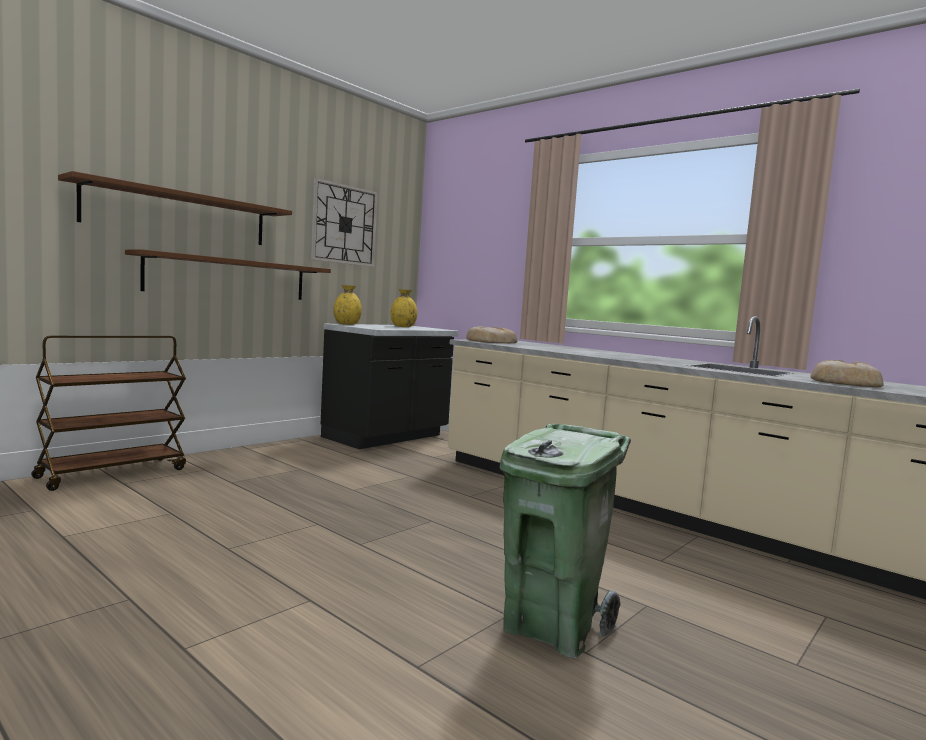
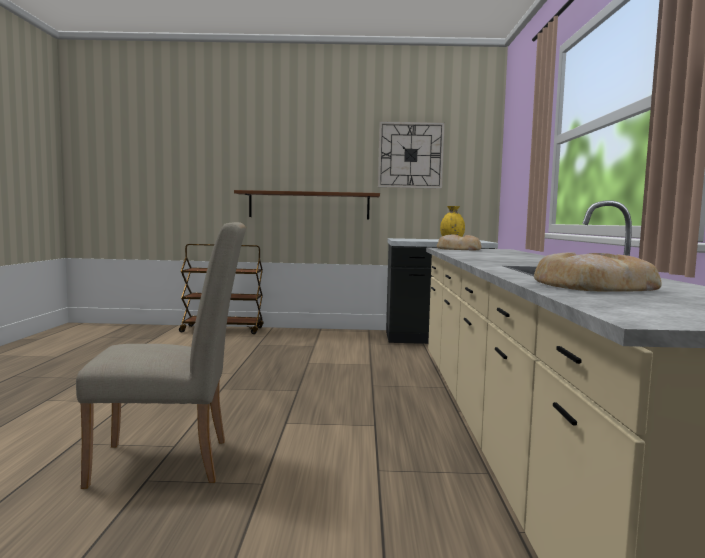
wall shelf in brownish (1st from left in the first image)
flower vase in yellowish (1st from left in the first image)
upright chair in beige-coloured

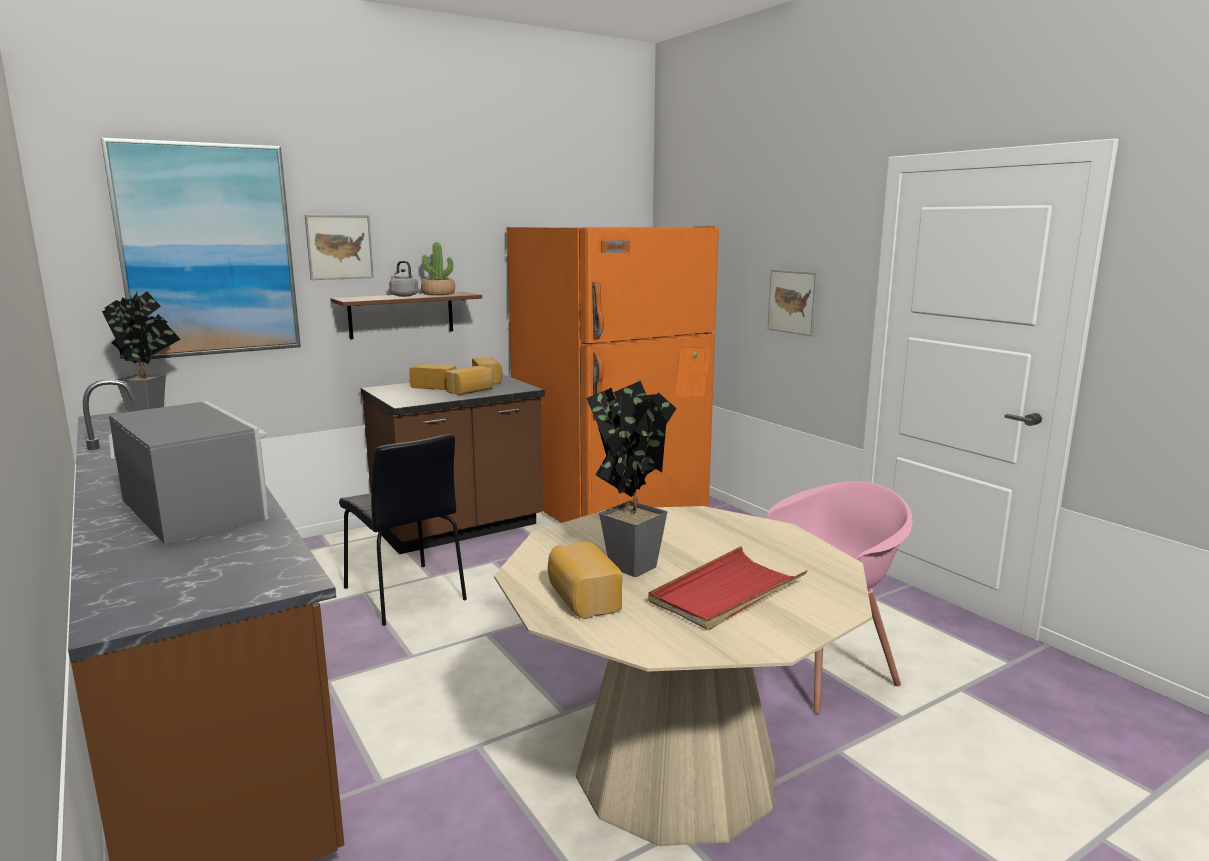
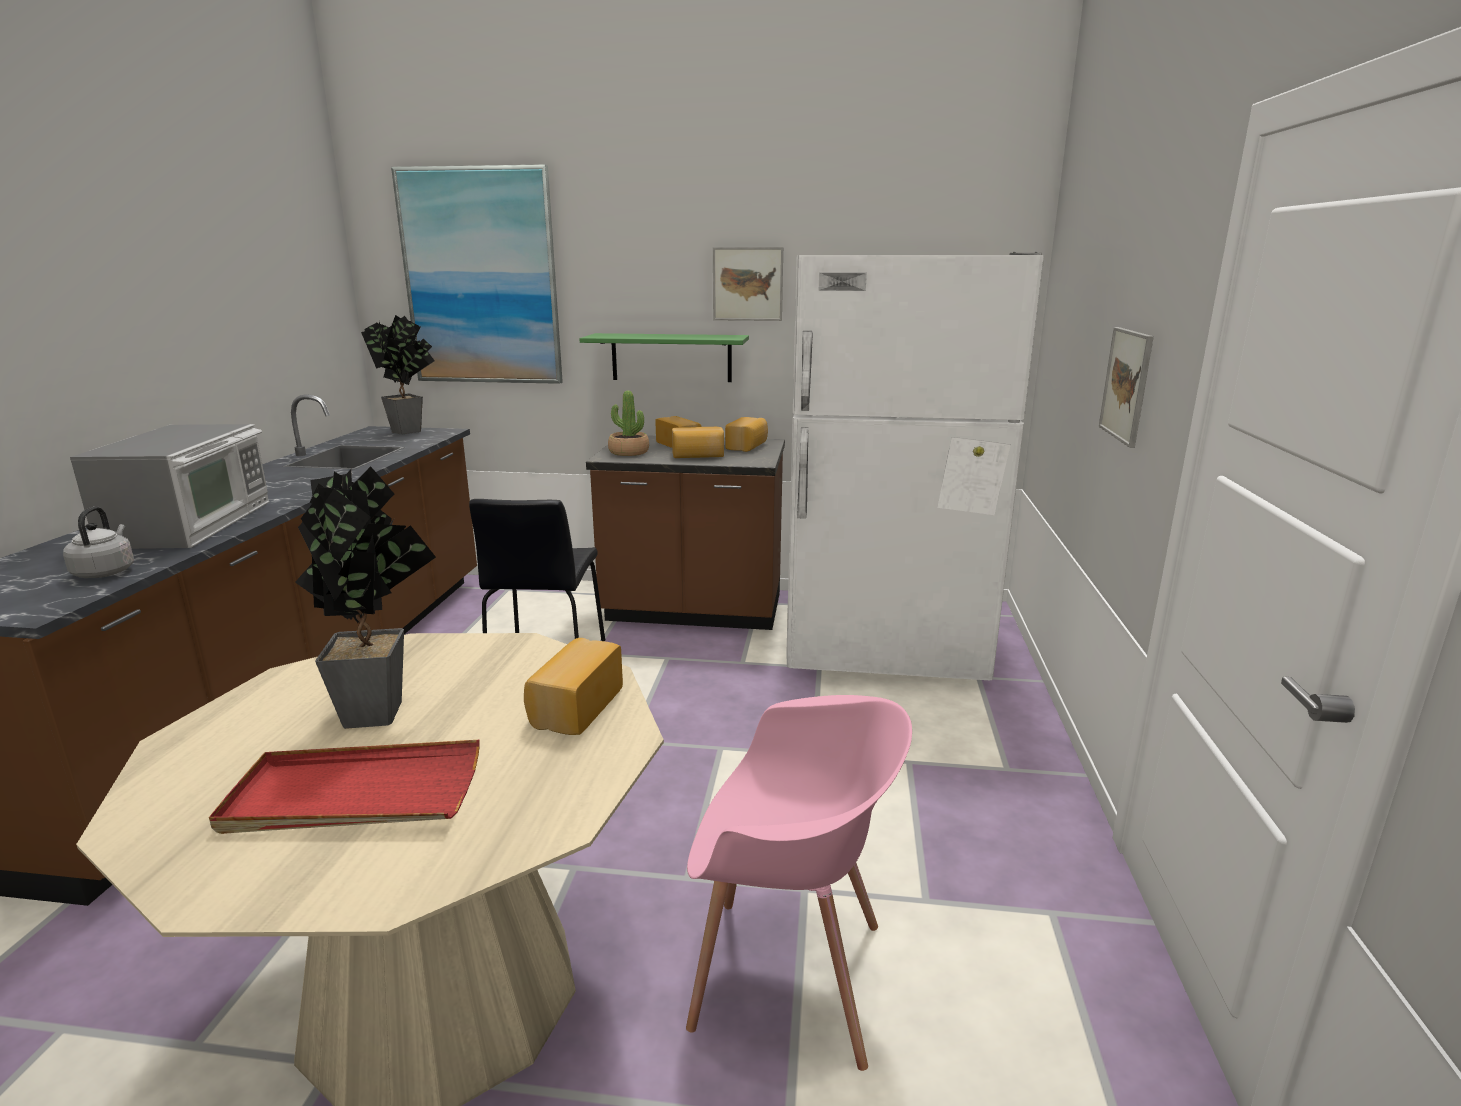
wall art (2nd from left)
wall shelf in green
tea kettle in gray
plant in a pot (3rd from left)
kitchen fridge in white
baked bread (1st from left)

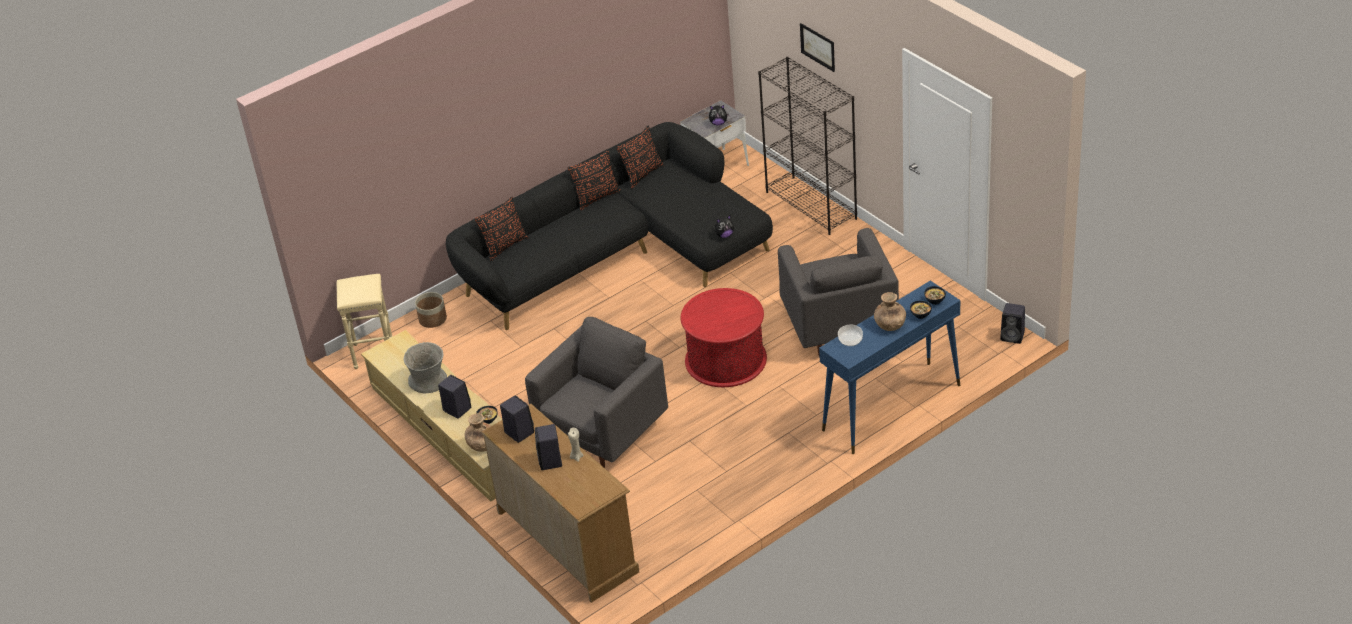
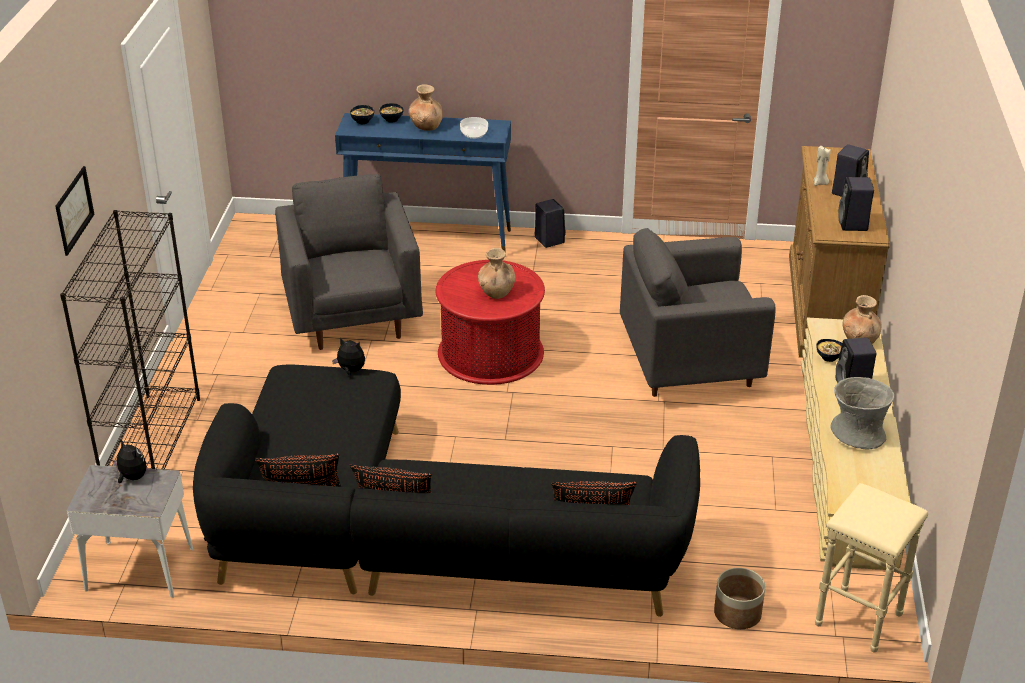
armchair in gray (1st from left)
audio speaker in blackish (1st from left)
flower vase in brownish (2nd from left)

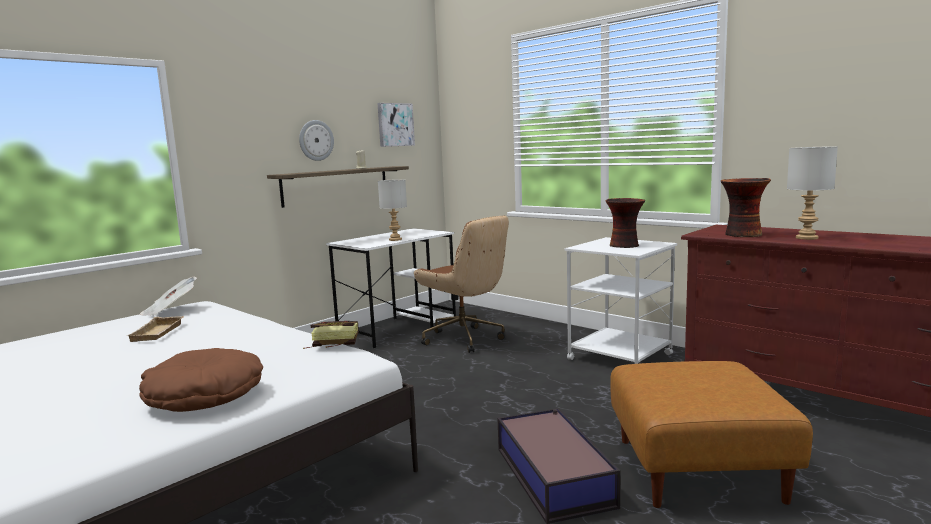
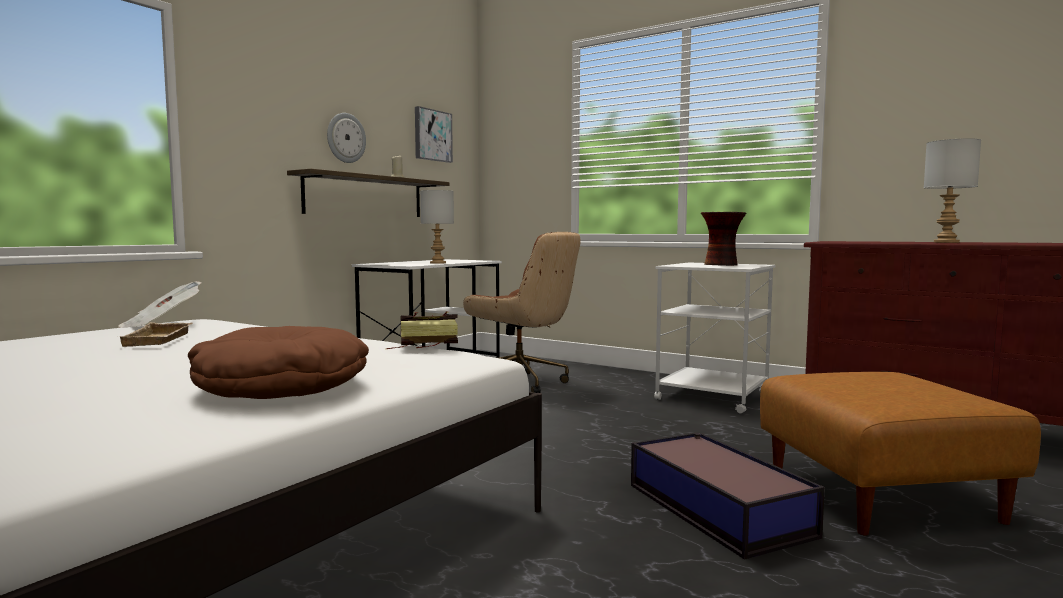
flower vase (2nd from left in the first image)

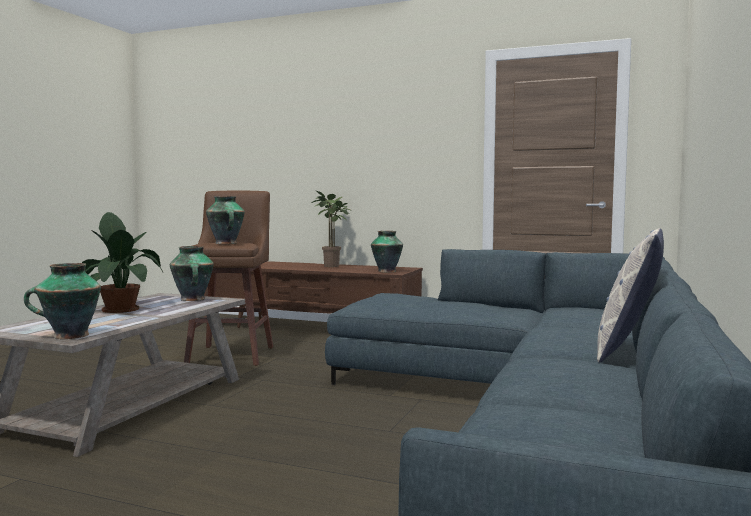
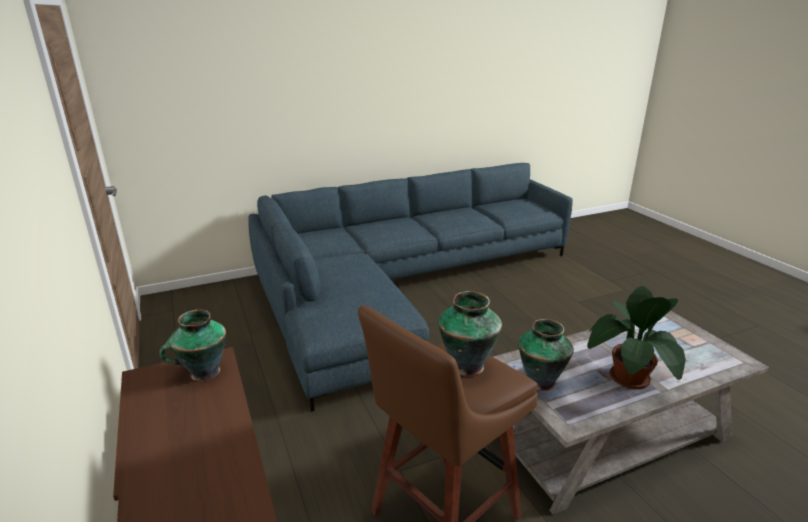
flower vase (1st from left in the first image)
plant in a pot (2nd from left in the first image)
throw pillow

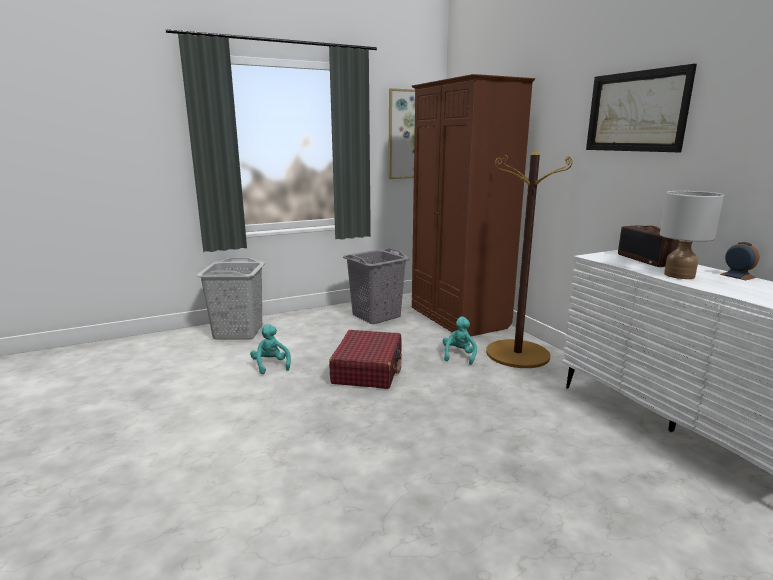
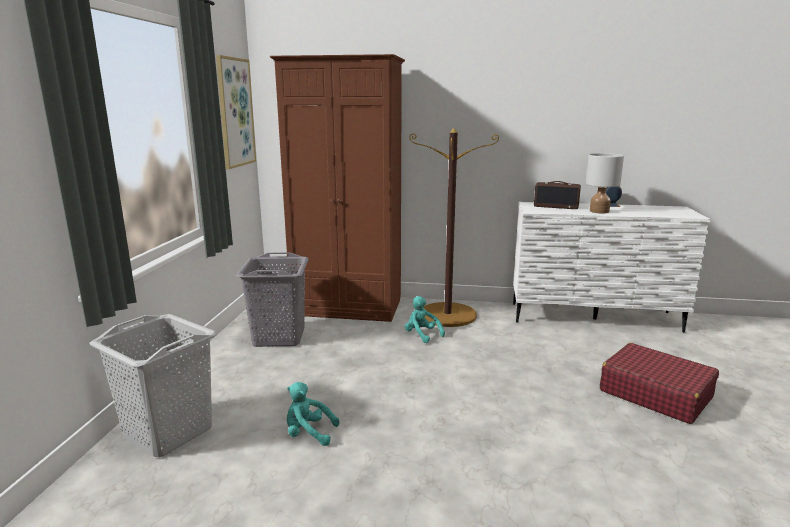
suitcase in red
wall art (2nd from left in the first image)

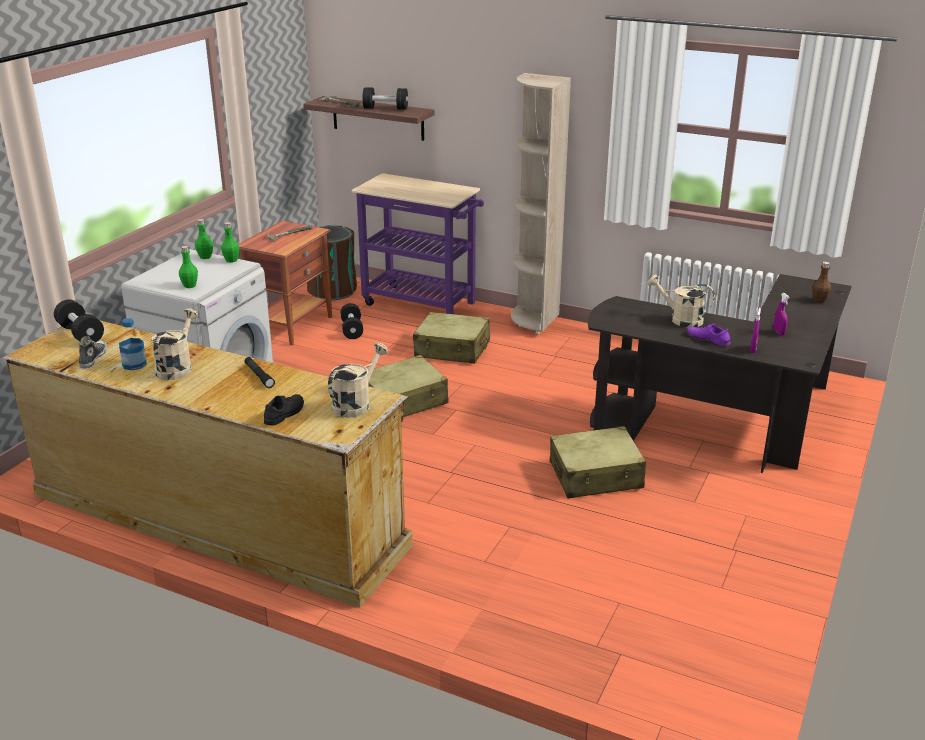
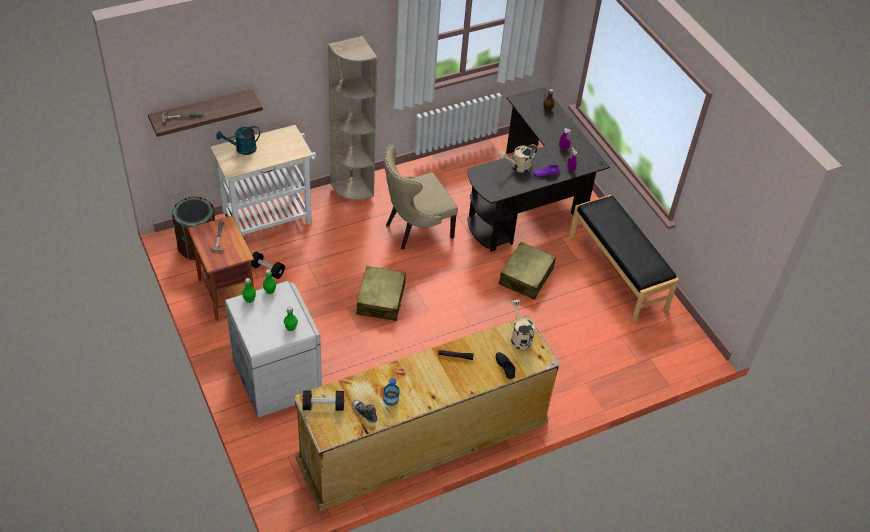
watering pot in beige-coloured (1st from left in the first image)
wheeled cart in white
dumbbell in blackish (3rd from left in the first image)
suitcase in beige-coloured (2nd from left in the first image)
watering pot in turquoise-coloured
upright chair in beige-coloured
long seat in blackish

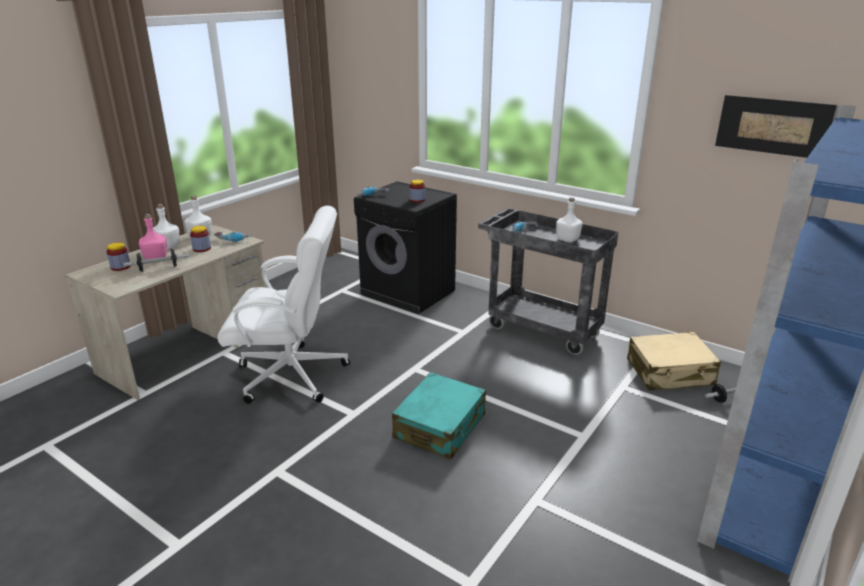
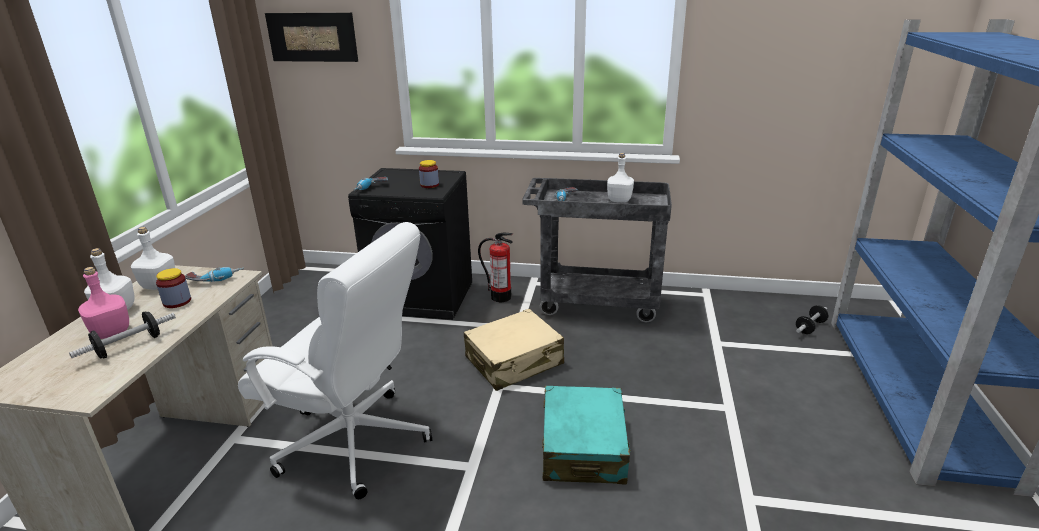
preserve jar (1st from left in the first image)
office chair in white
suitcase in beige-coloured
wall art
fire extinguisher

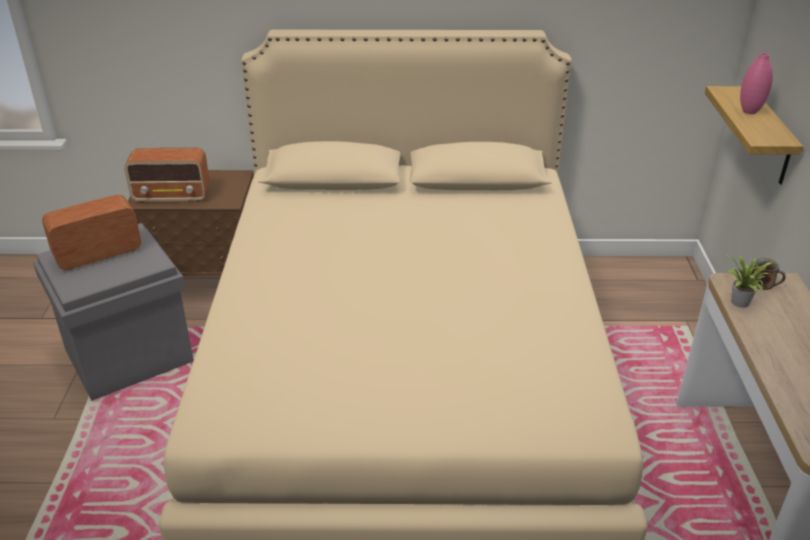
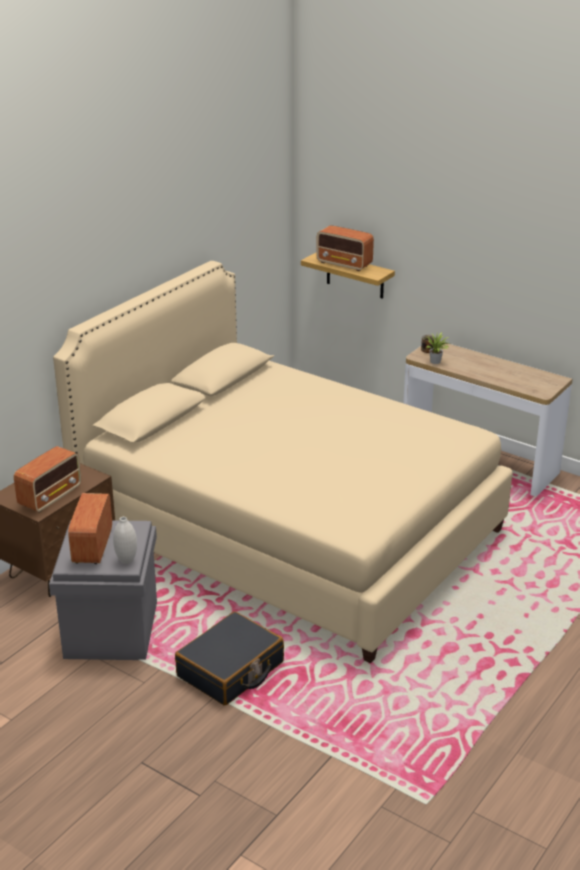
radio set (3rd from left)
flower vase in white
suitcase in blackish

